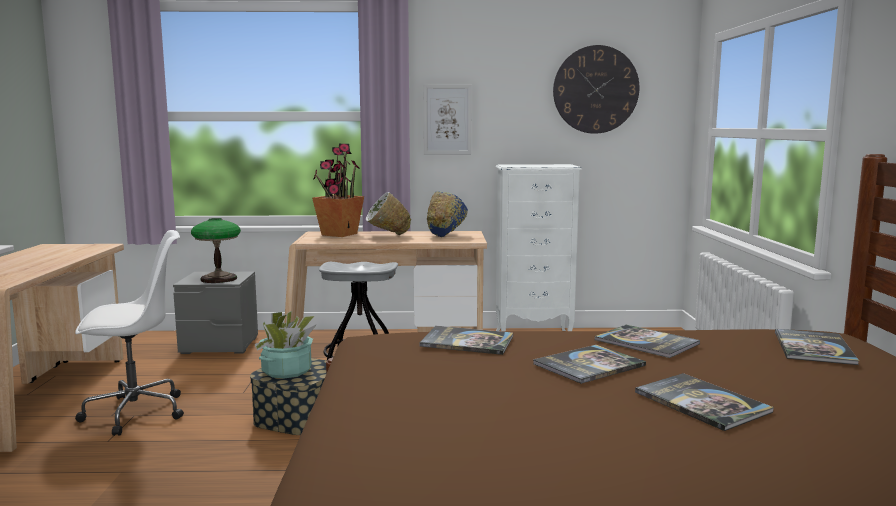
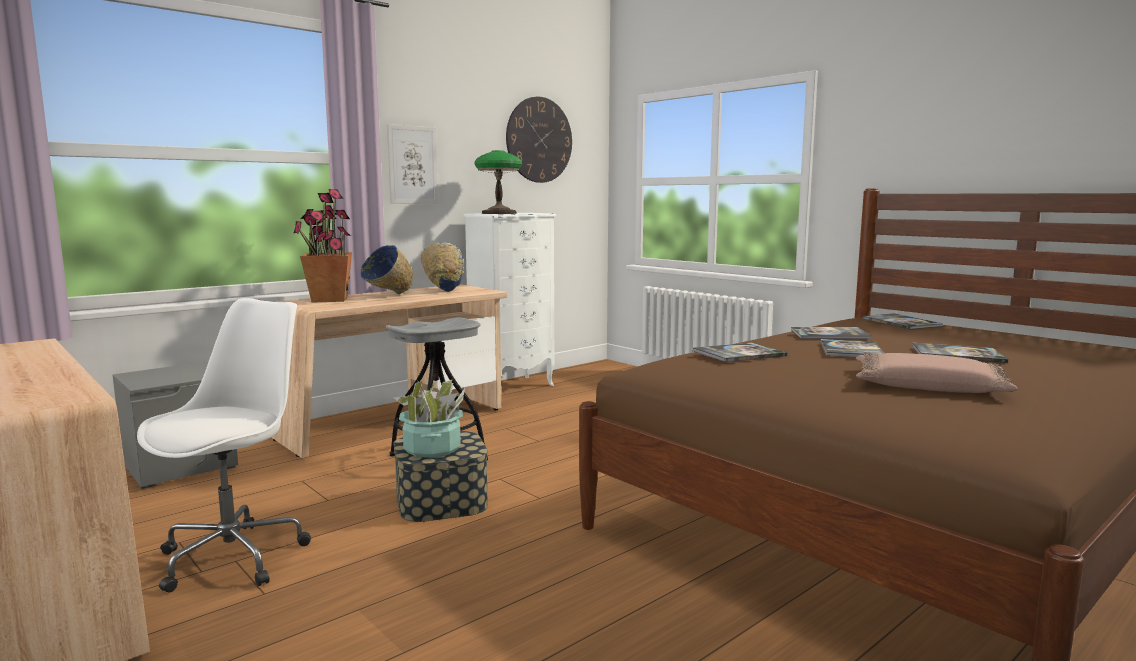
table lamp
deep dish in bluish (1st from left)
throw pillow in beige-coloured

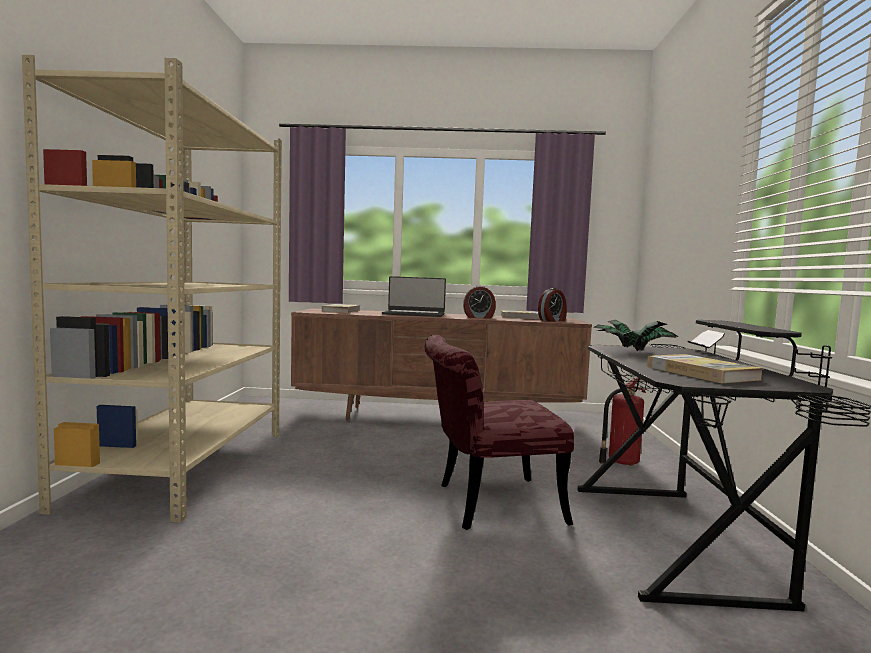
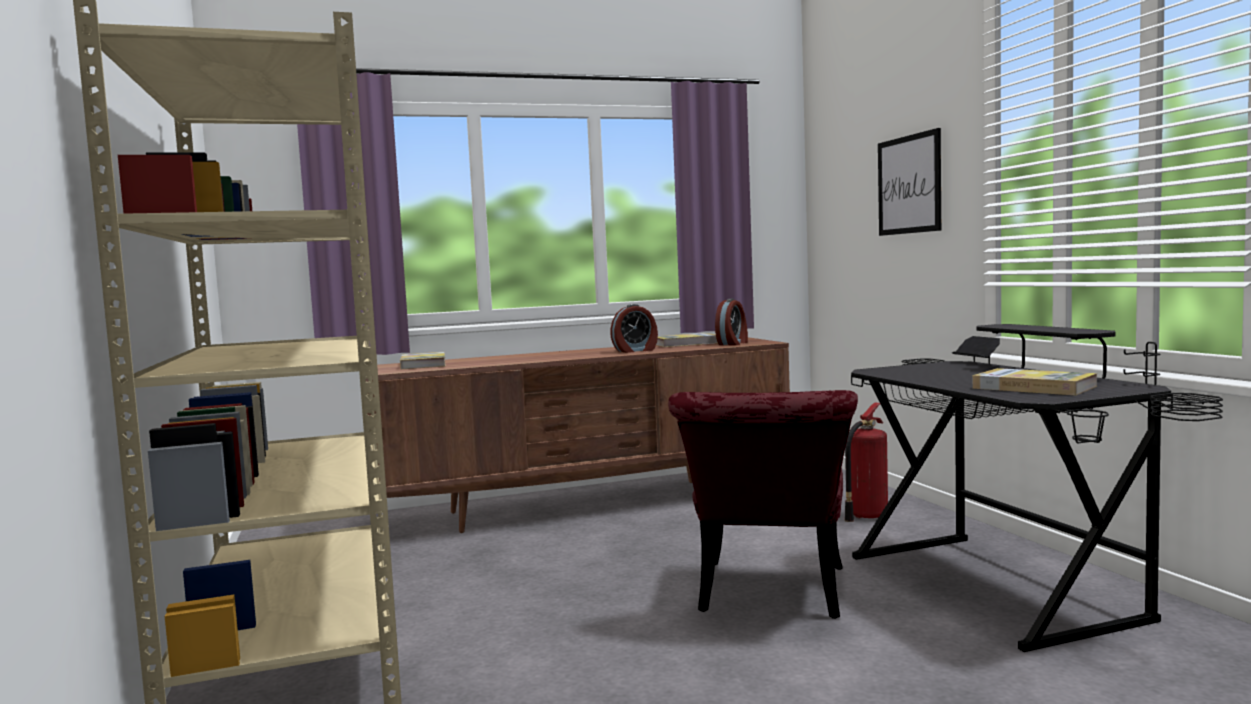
notebook computer
upright chair in red
plant in a pot
wall art

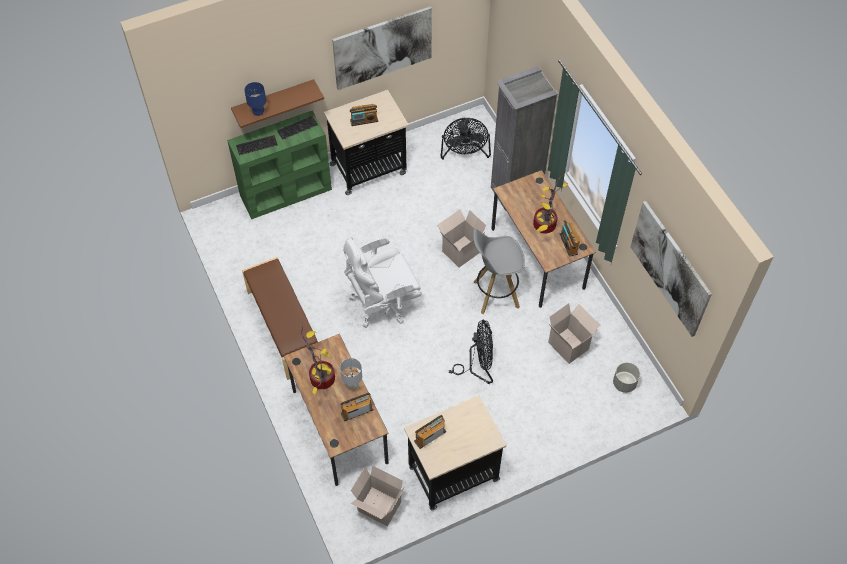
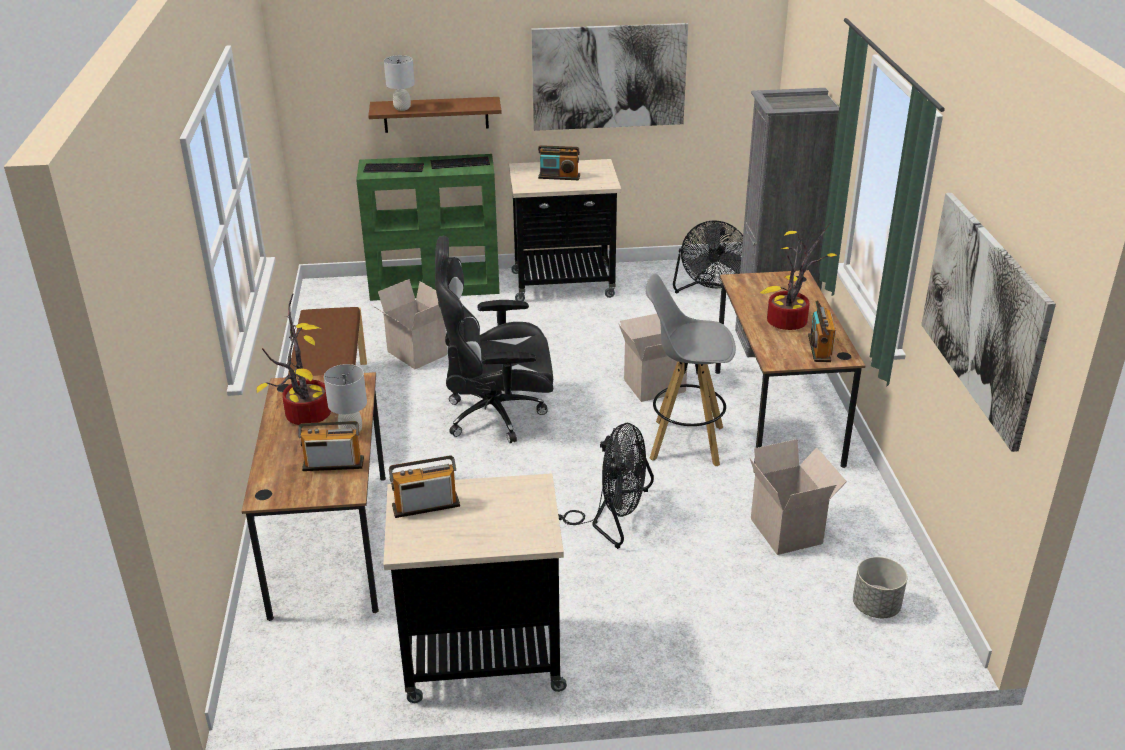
table lamp in gray (2nd from left)
office chair in blackish
carton (1st from left)

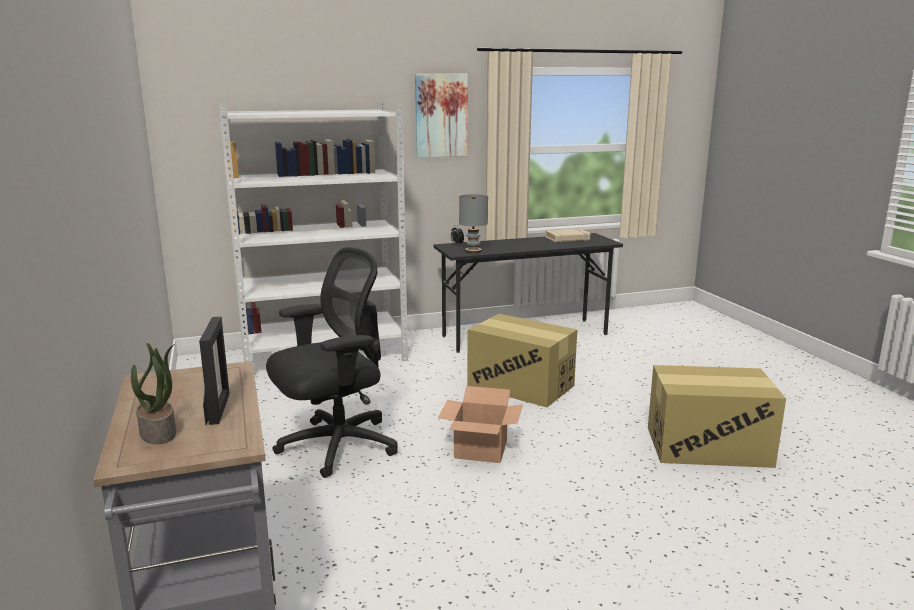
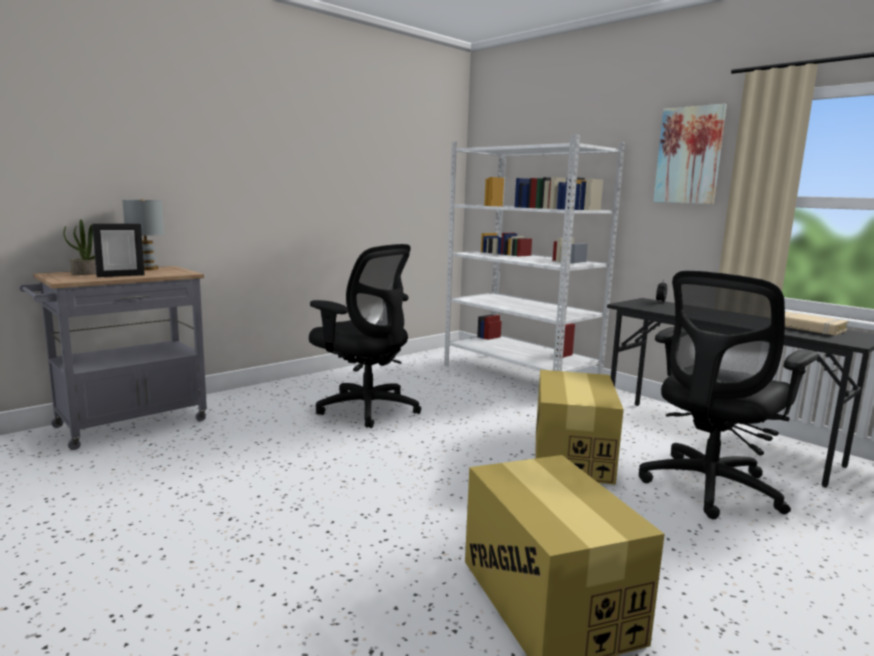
carton (1st from left in the first image)
table lamp in gray
office chair in blackish (2nd from left)

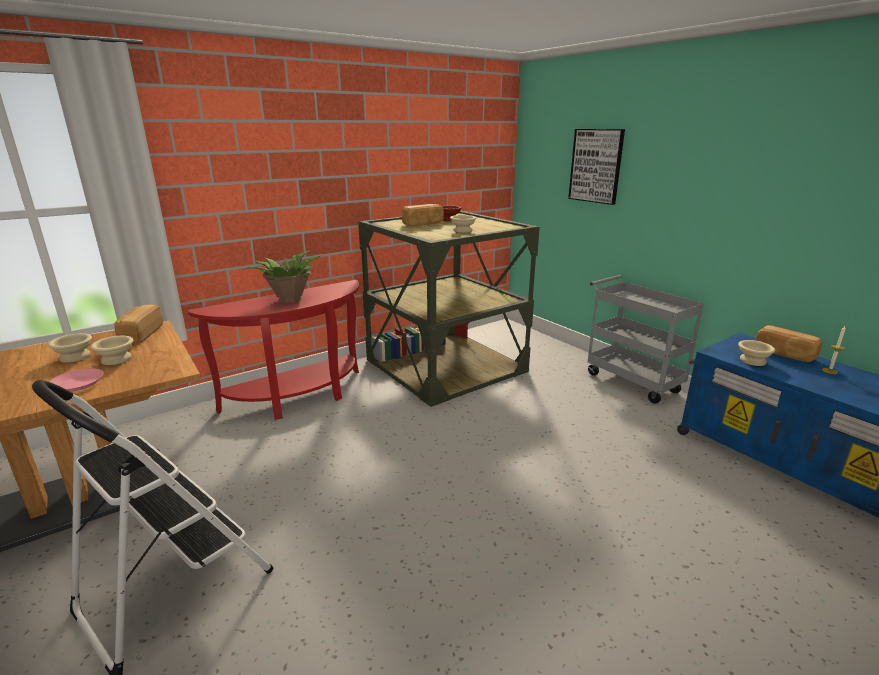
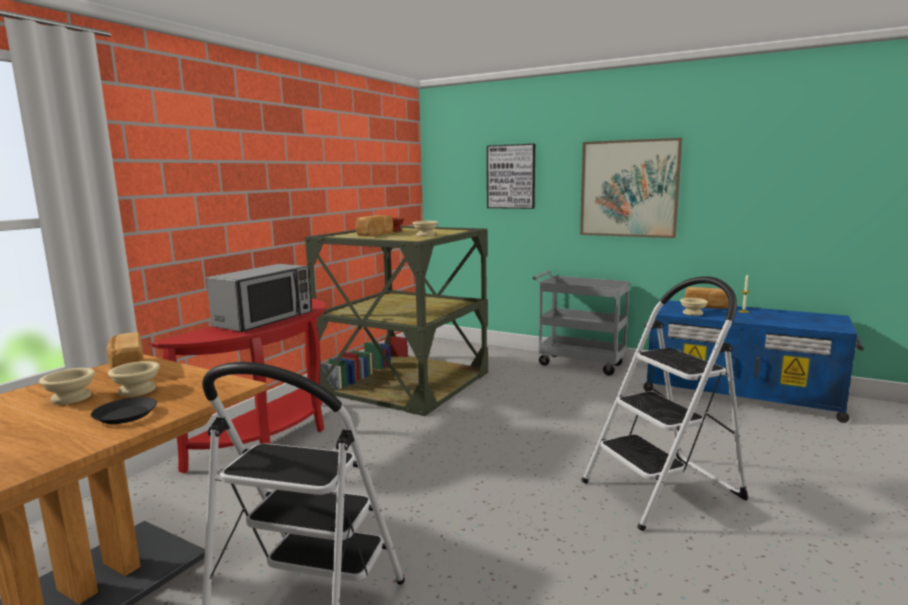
flat dish in blackish
microwave oven
wall art (2nd from left)
step ladder (2nd from left)

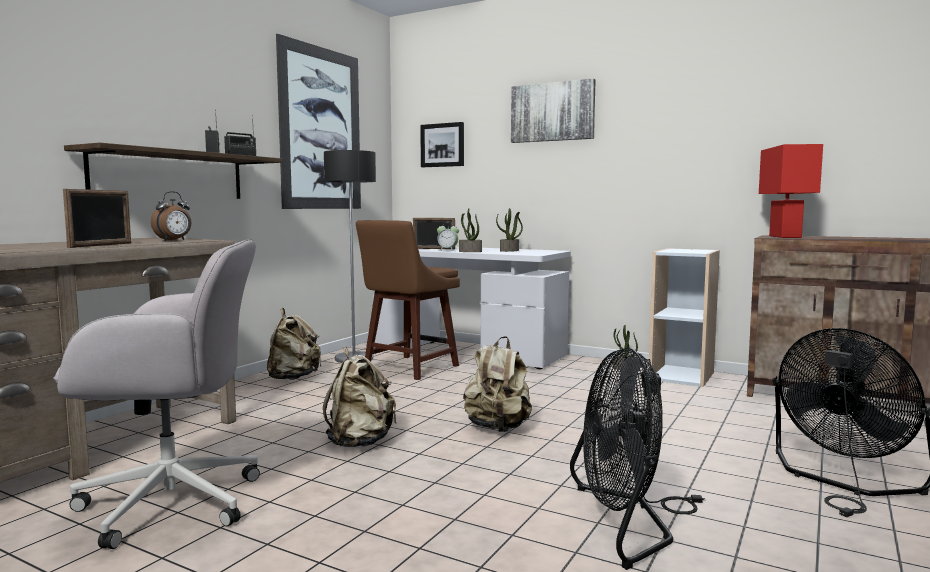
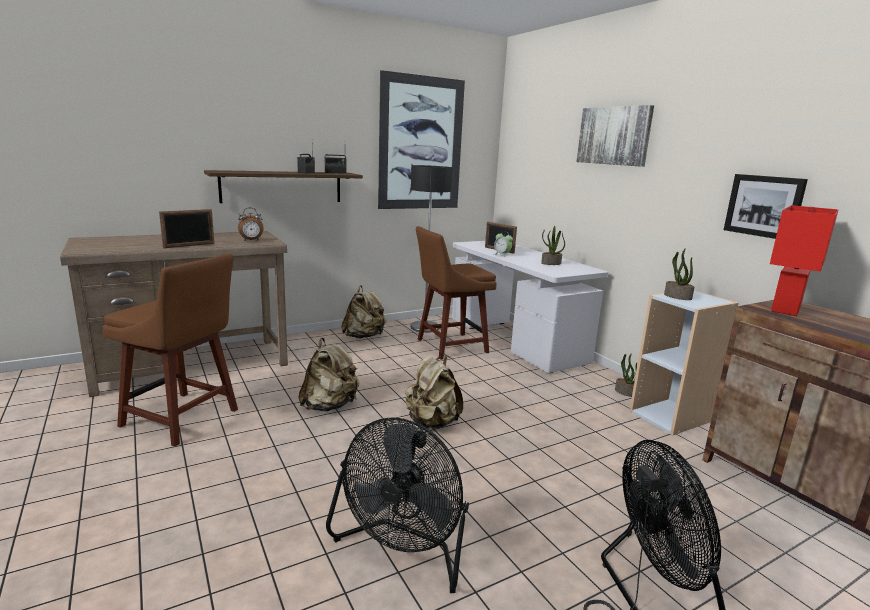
stool seat in brownish (1st from left)
wall art (3rd from left)
plant in a pot (3rd from left)
cooling fan in blackish (1st from left)

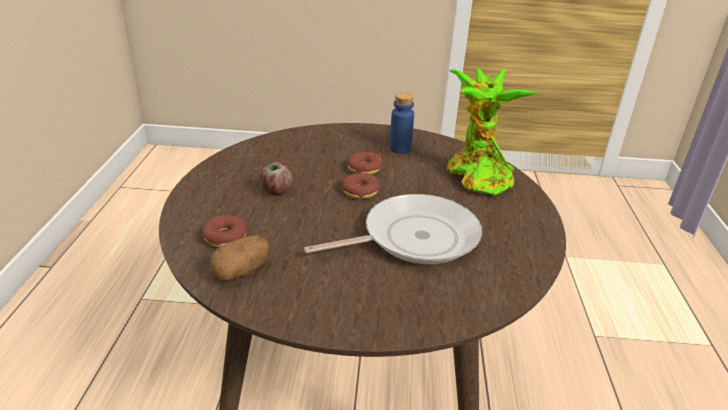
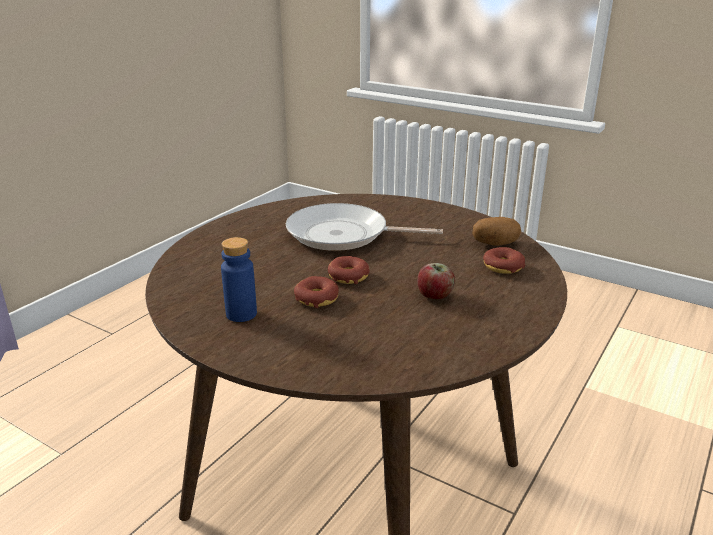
plant in a pot

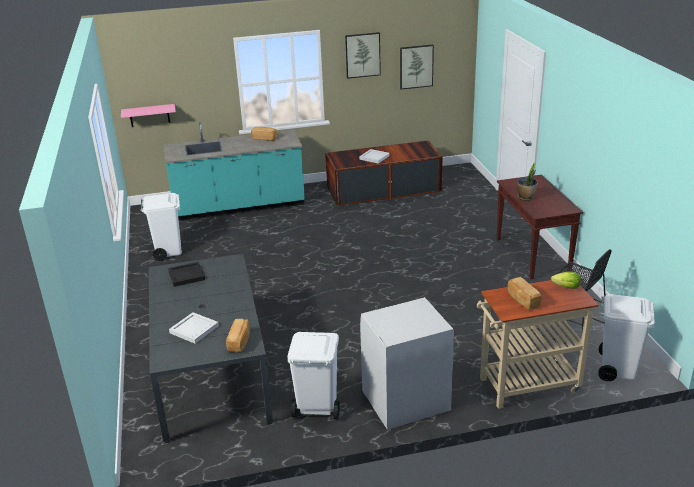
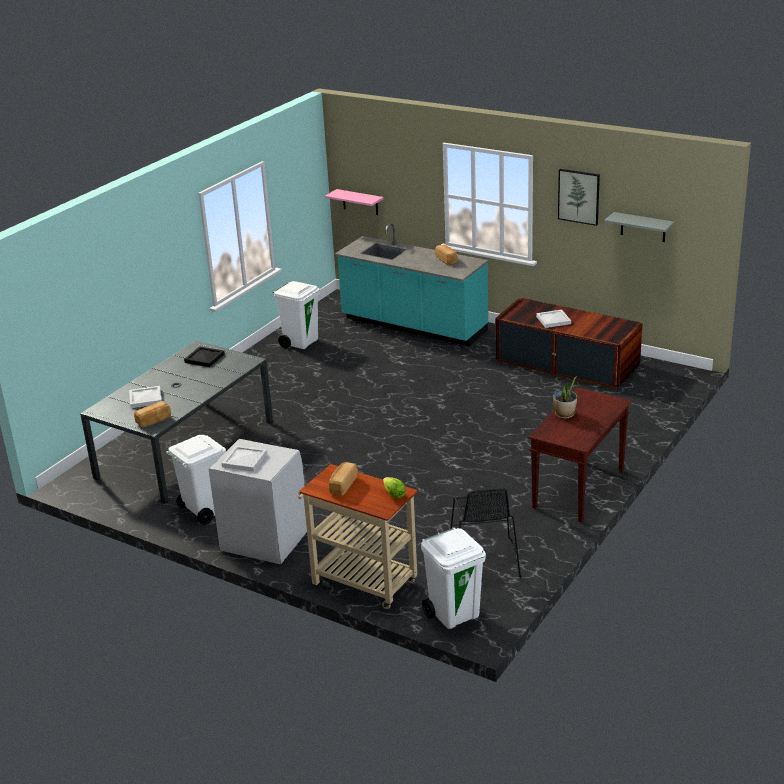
wall shelf in gray
serving tray in white (2nd from left)

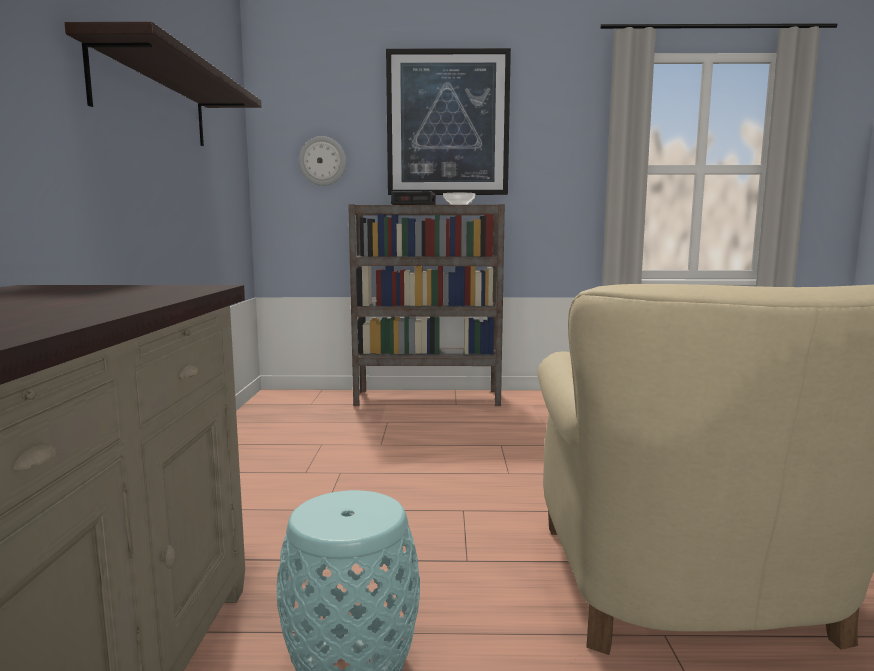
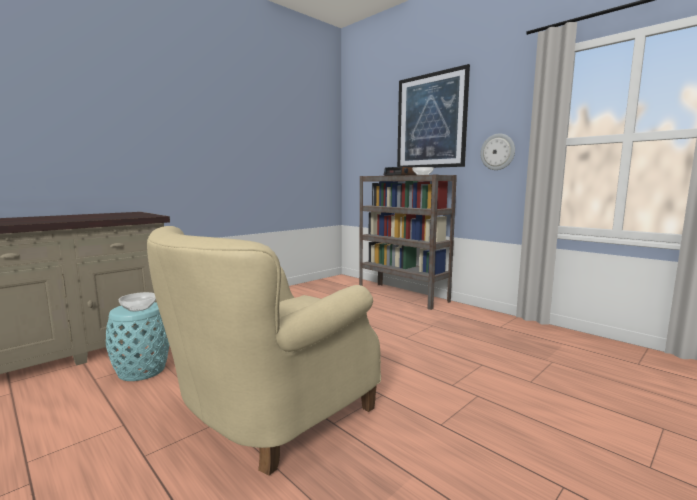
wall shelf
wall clock
deep dish (1st from left)

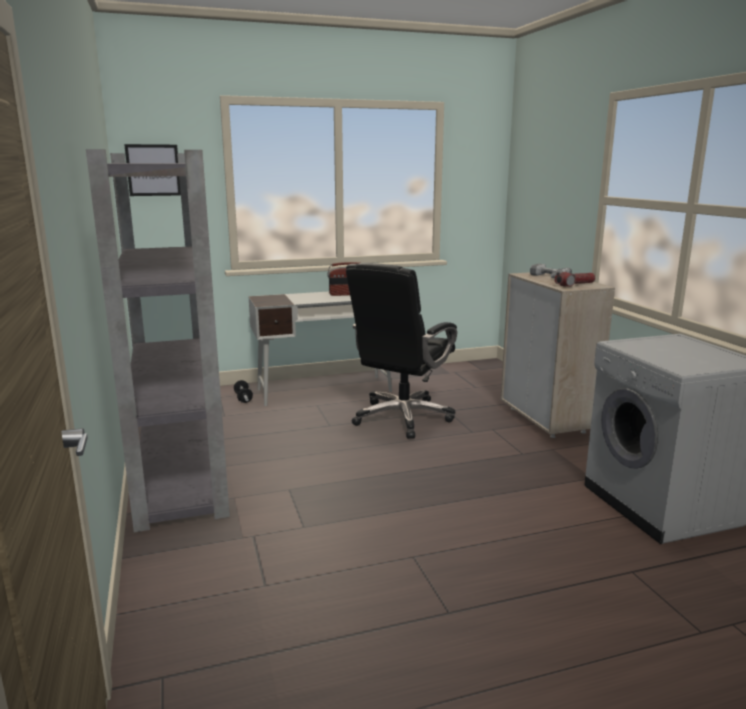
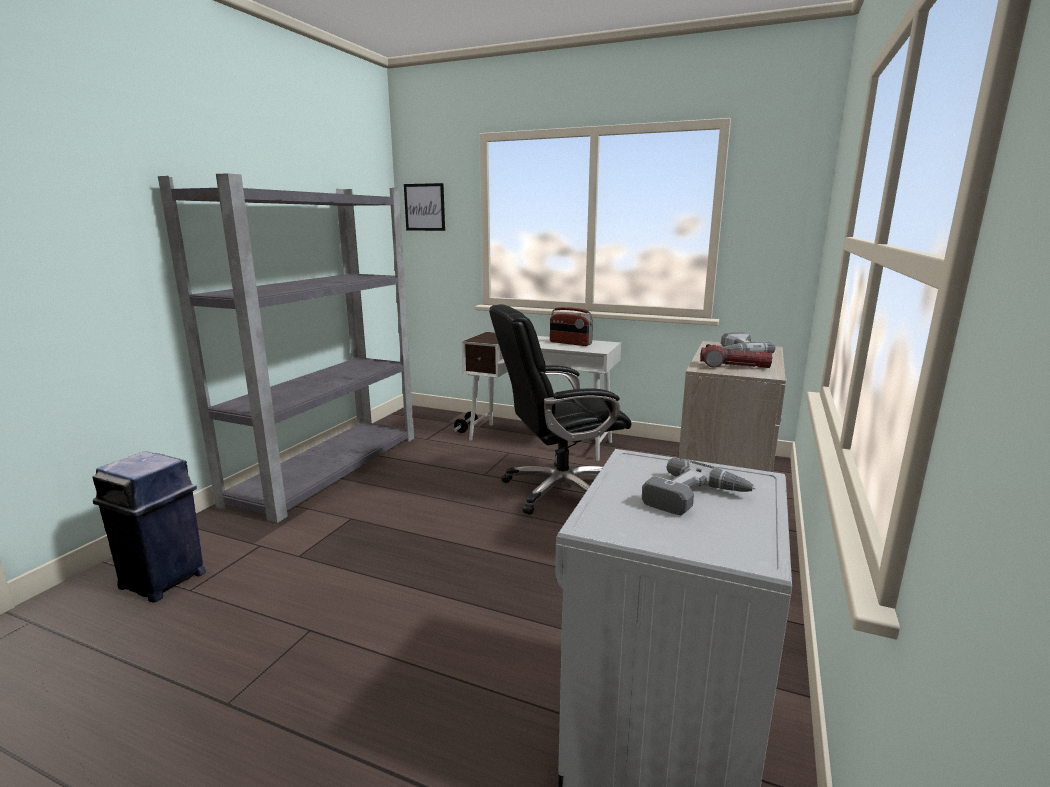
trash can in bluish
power drill (1st from left)

